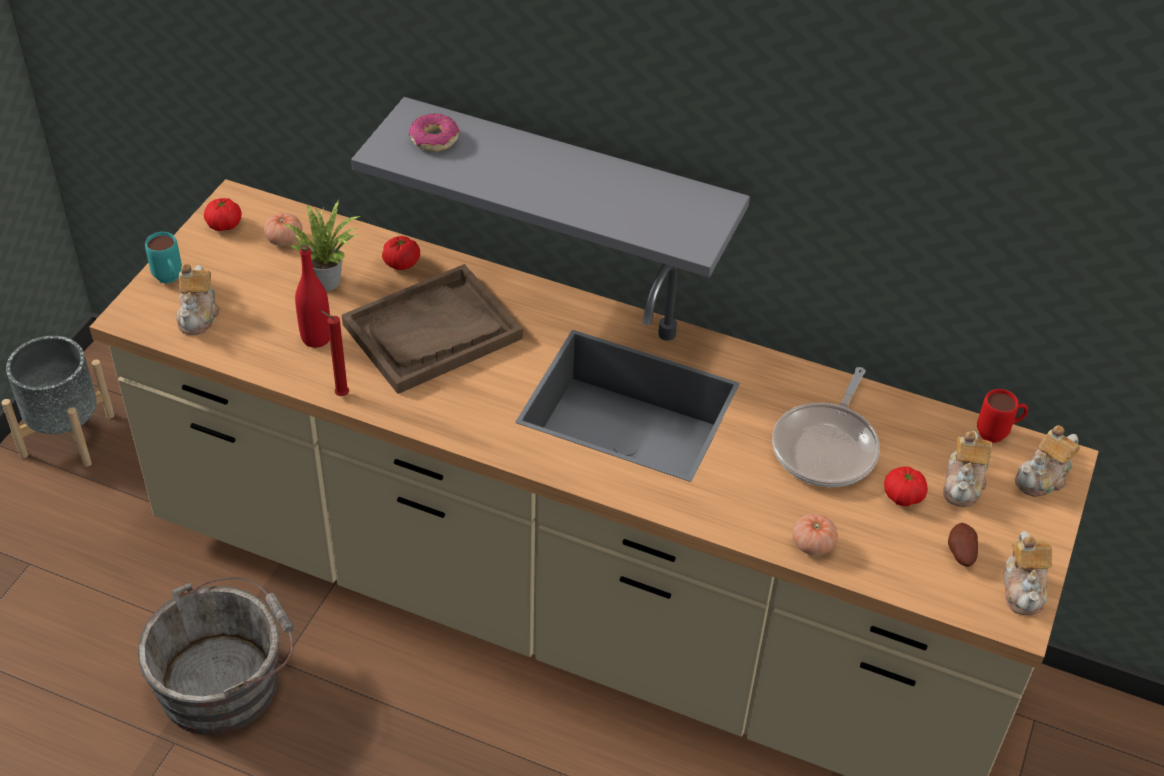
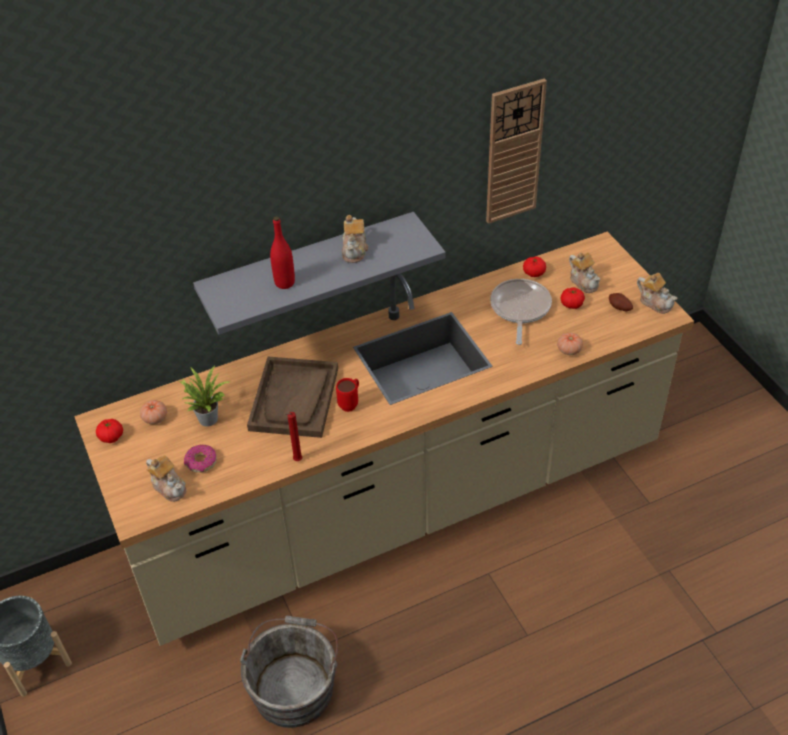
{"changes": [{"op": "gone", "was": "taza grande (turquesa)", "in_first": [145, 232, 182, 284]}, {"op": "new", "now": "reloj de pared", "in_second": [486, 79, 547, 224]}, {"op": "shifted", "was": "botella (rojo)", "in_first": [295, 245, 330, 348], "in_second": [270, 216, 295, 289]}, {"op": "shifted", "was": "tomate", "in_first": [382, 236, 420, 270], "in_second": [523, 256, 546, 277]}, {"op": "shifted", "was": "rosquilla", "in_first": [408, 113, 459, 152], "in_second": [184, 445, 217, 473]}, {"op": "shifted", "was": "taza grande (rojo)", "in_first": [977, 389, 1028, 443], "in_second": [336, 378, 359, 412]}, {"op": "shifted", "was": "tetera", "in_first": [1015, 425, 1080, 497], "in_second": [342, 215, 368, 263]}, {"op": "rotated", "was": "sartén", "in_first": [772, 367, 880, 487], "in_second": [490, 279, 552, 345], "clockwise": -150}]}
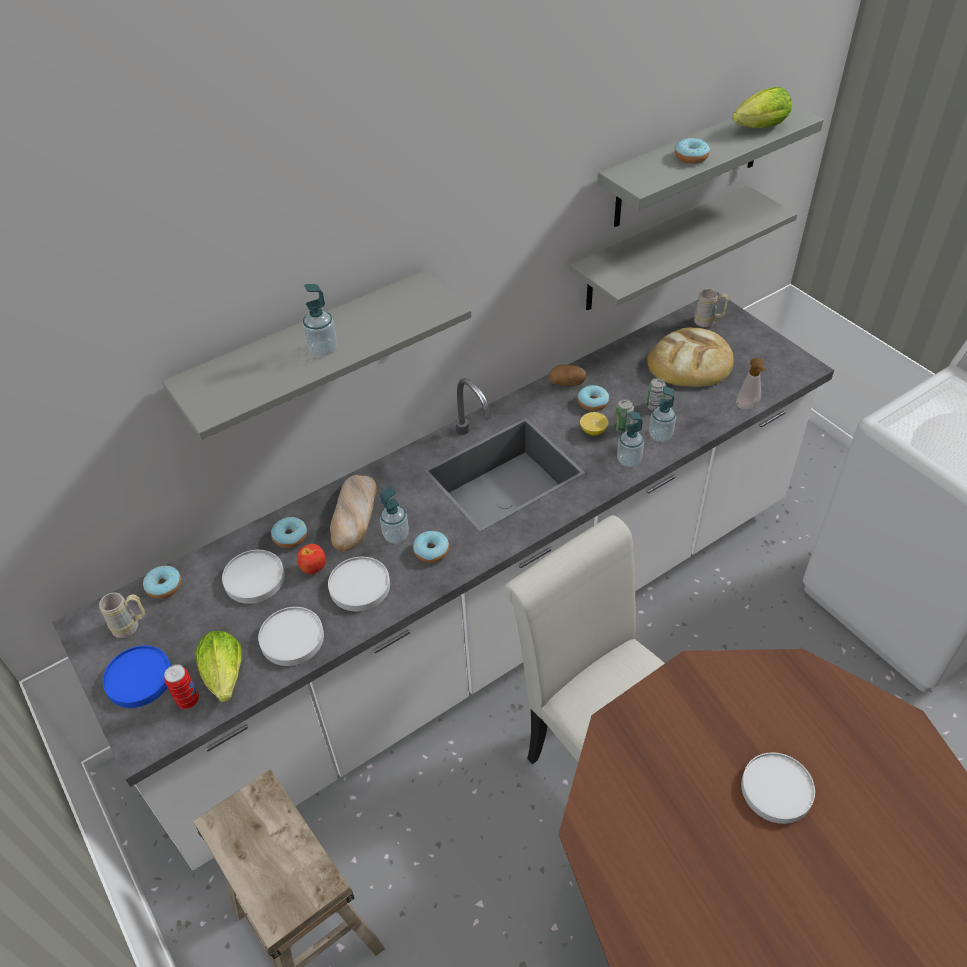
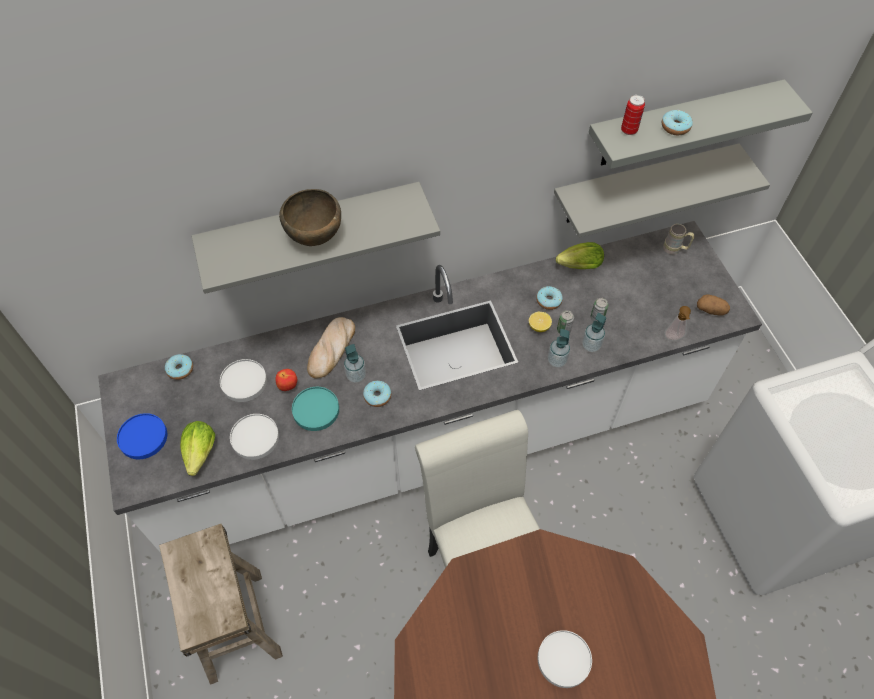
{"changes": [{"op": "gone", "was": "taza grande (beis)", "in_first": [99, 592, 145, 638]}, {"op": "gone", "was": "rosquilla", "in_first": [271, 517, 307, 548]}, {"op": "gone", "was": "pan", "in_first": [648, 327, 734, 387]}, {"op": "shifted", "was": "lata", "in_first": [164, 664, 199, 709], "in_second": [621, 95, 645, 135]}, {"op": "shifted", "was": "patata", "in_first": [549, 365, 586, 386], "in_second": [697, 294, 730, 316]}, {"op": "shifted", "was": "lechuga", "in_first": [732, 87, 792, 128], "in_second": [556, 242, 604, 269]}, {"op": "swapped", "was": "dispensador de jabón", "now": "cuenco (marrón)", "in_first": [303, 284, 337, 356], "in_second": [279, 189, 341, 246]}, {"op": "repainted", "was": "plato (blanco)", "now": "plato (turquesa)", "in_first": [328, 557, 390, 611], "in_second": [292, 387, 339, 431]}]}
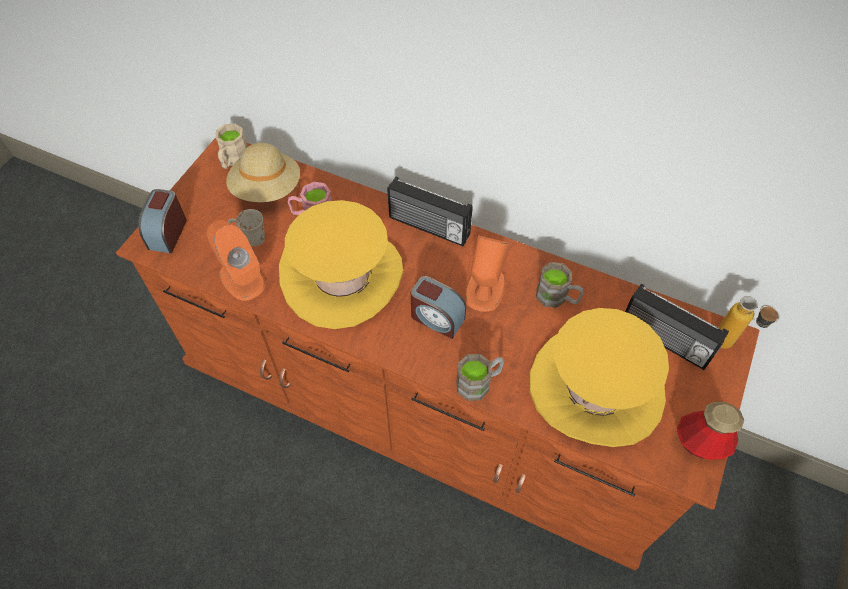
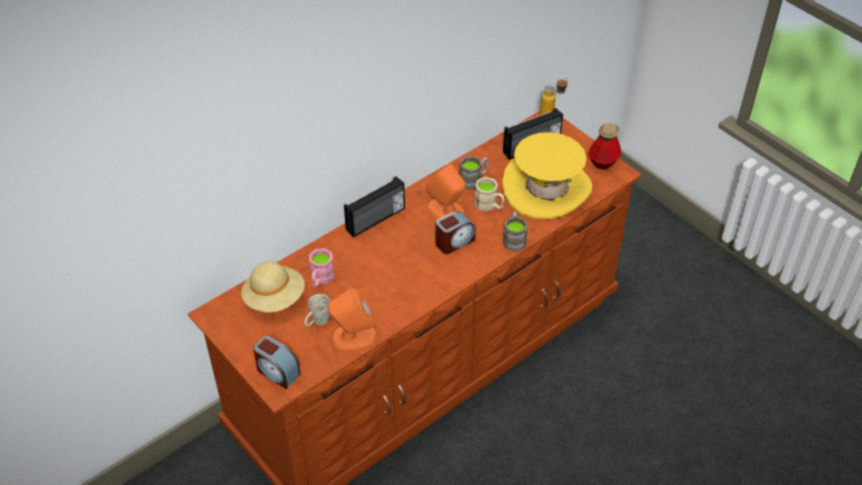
{"changes": [{"op": "gone", "was": "sombrero (amarillo)", "in_first": [279, 200, 403, 329]}, {"op": "shifted", "was": "taza grande (beis)", "in_first": [216, 123, 247, 169], "in_second": [474, 177, 504, 211]}]}
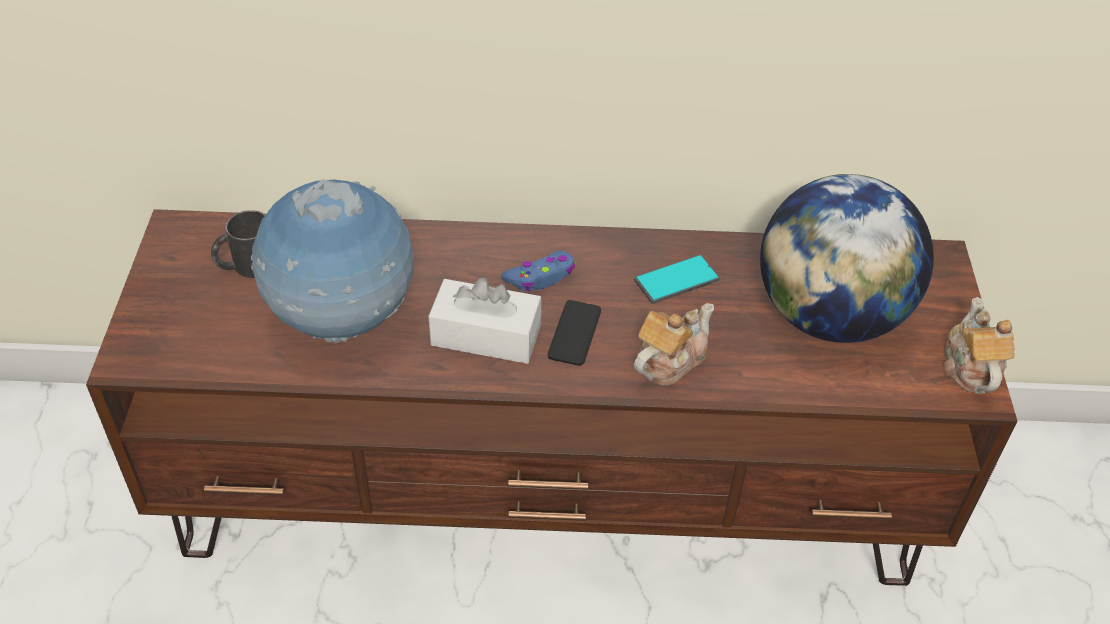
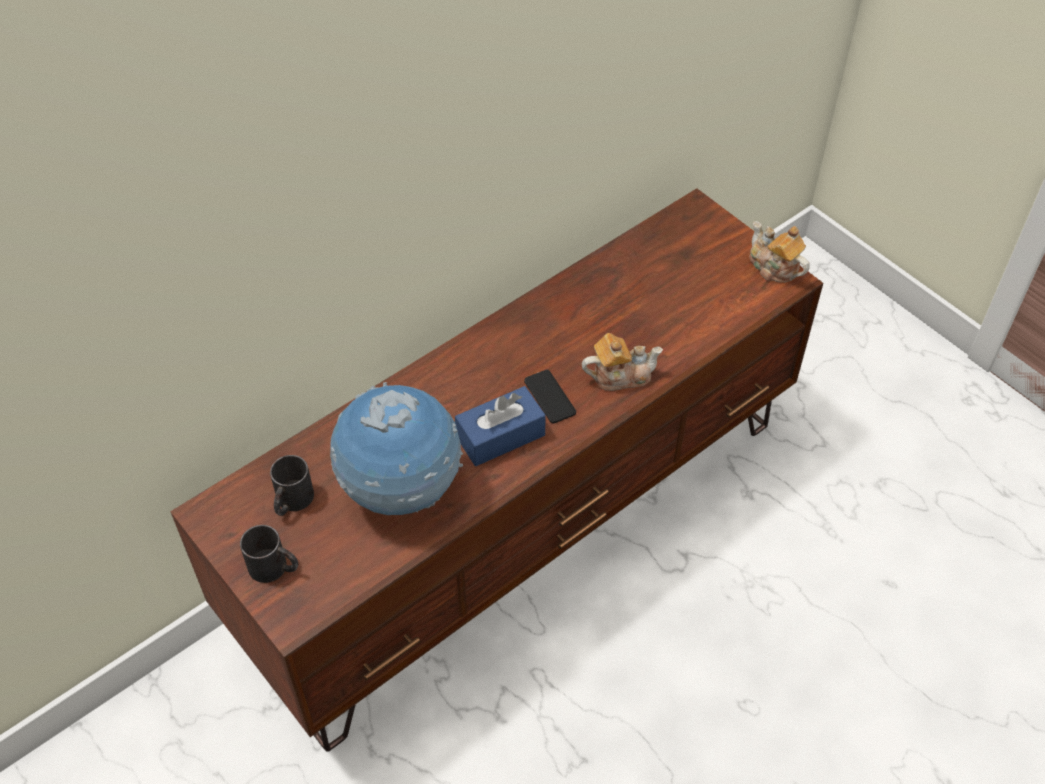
{"changes": [{"op": "gone", "was": "mando de consola (azul)", "in_first": [501, 251, 575, 291]}, {"op": "gone", "was": "móvil", "in_first": [634, 254, 720, 304]}, {"op": "gone", "was": "globo terráqueo", "in_first": [760, 174, 934, 343]}, {"op": "new", "now": "taza grande (negro)", "in_second": [240, 525, 298, 583]}, {"op": "repainted", "was": "caja de pañuelos (blanco)", "now": "caja de pañuelos (azul)", "in_first": [428, 278, 541, 364], "in_second": [455, 386, 546, 466]}, {"op": "rotated", "was": "tetera", "in_first": [634, 303, 714, 386], "in_second": [582, 333, 663, 391], "clockwise": 75}]}
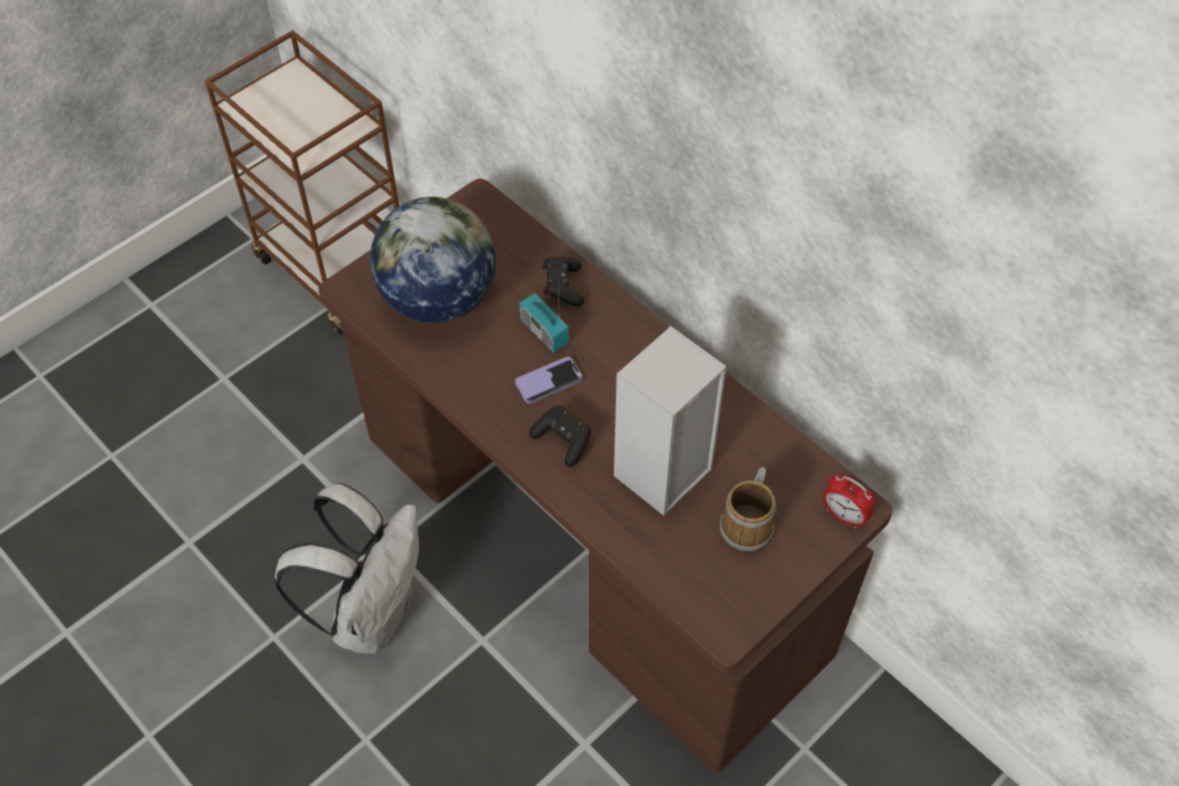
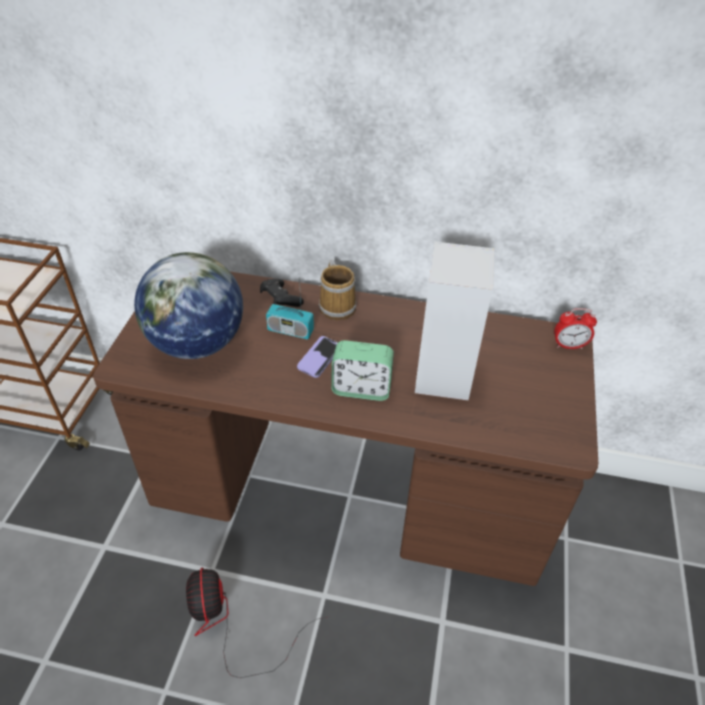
{"changes": [{"op": "shifted", "was": "taza grande", "in_first": [720, 467, 776, 554], "in_second": [319, 260, 357, 320]}, {"op": "swapped", "was": "mochila (blanco)", "now": "ventilador", "in_first": [275, 483, 419, 654], "in_second": [186, 568, 330, 678]}, {"op": "swapped", "was": "mando de consola (negro)", "now": "despertador", "in_first": [529, 406, 591, 467], "in_second": [332, 340, 394, 401]}]}
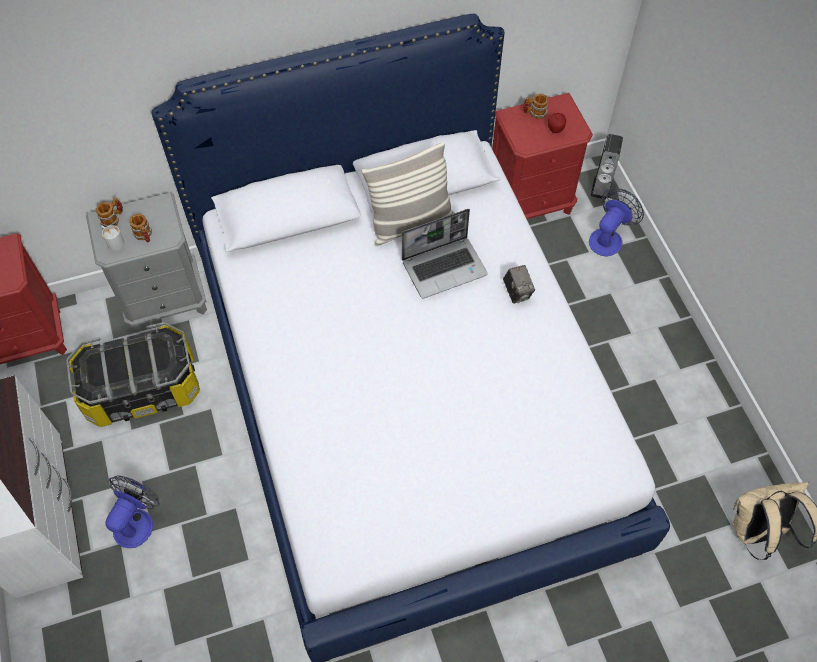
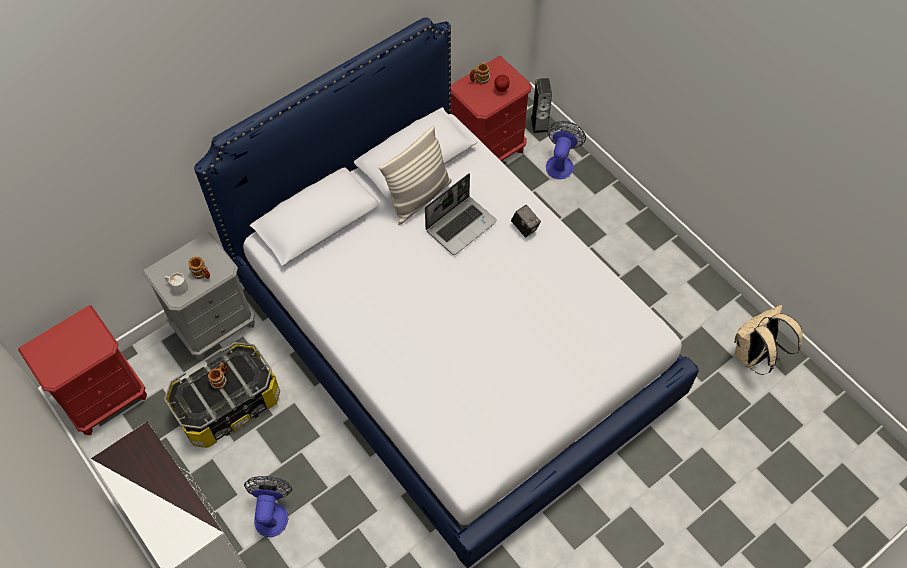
{"changes": [{"op": "shifted", "was": "taza grande", "in_first": [96, 197, 123, 227], "in_second": [208, 362, 227, 389]}]}
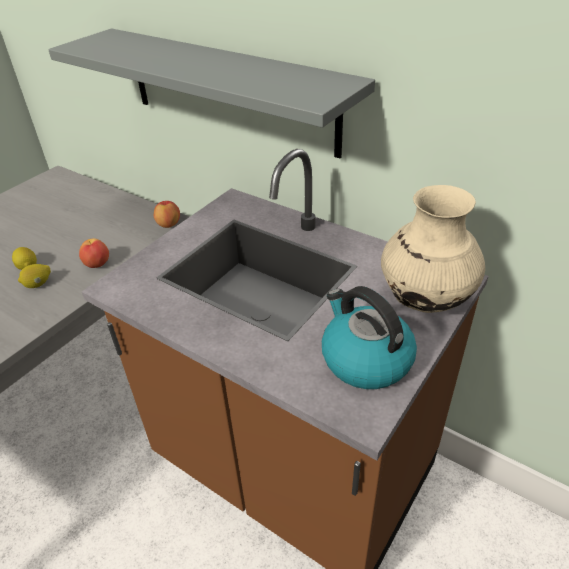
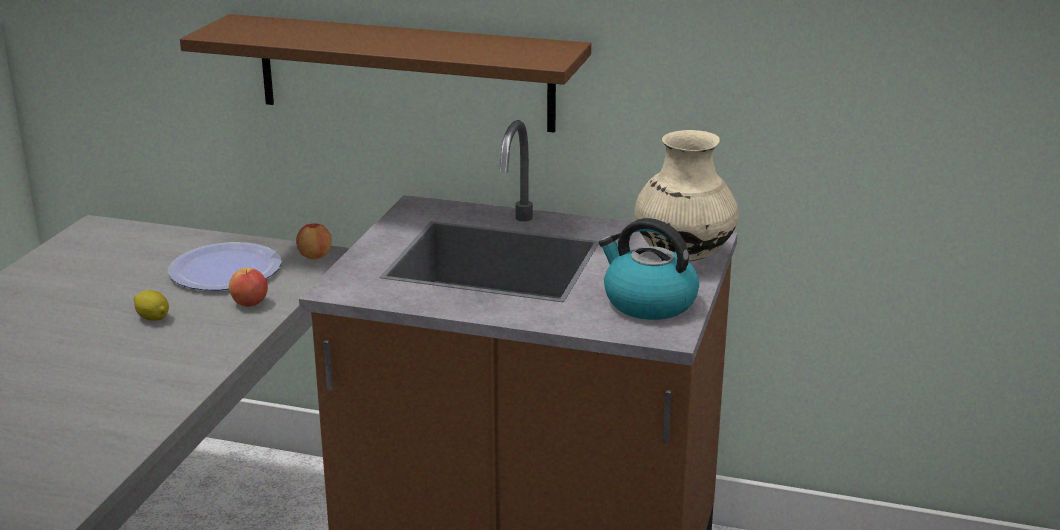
{"changes": [{"op": "gone", "was": "limón", "in_first": [18, 264, 51, 288]}, {"op": "new", "now": "plato", "in_second": [168, 242, 281, 290]}, {"op": "repainted", "was": "estante (gris)", "now": "estante (marrón)", "in_first": [48, 28, 375, 158], "in_second": [180, 14, 591, 133]}]}
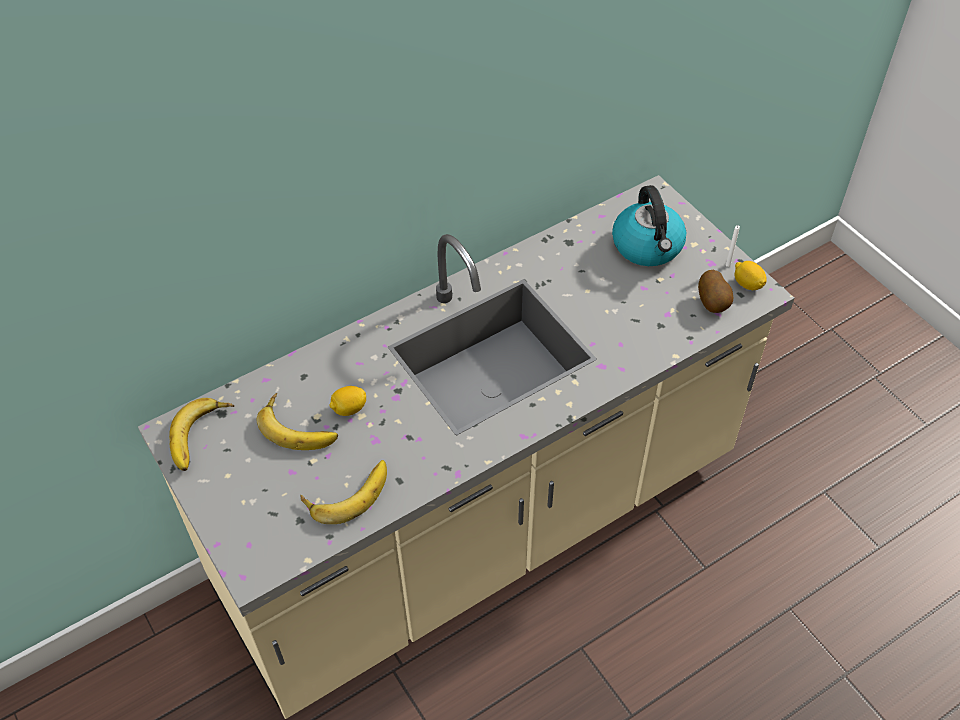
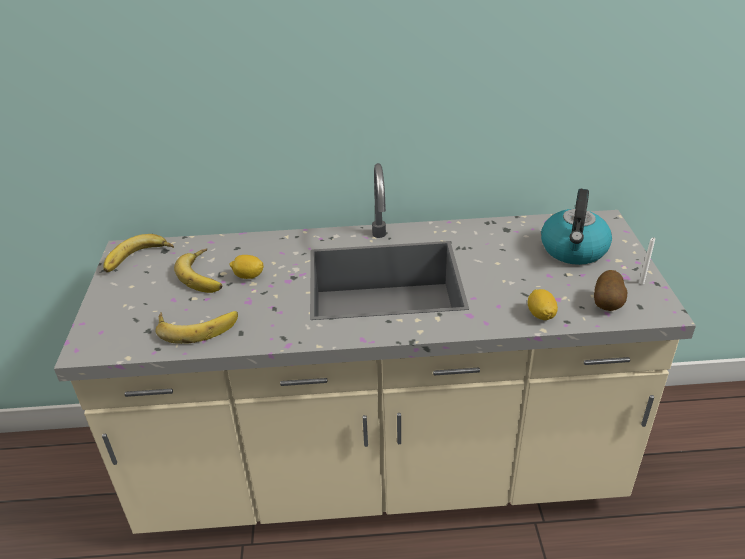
{"changes": [{"op": "shifted", "was": "limón", "in_first": [735, 261, 766, 290], "in_second": [528, 289, 558, 320]}]}
